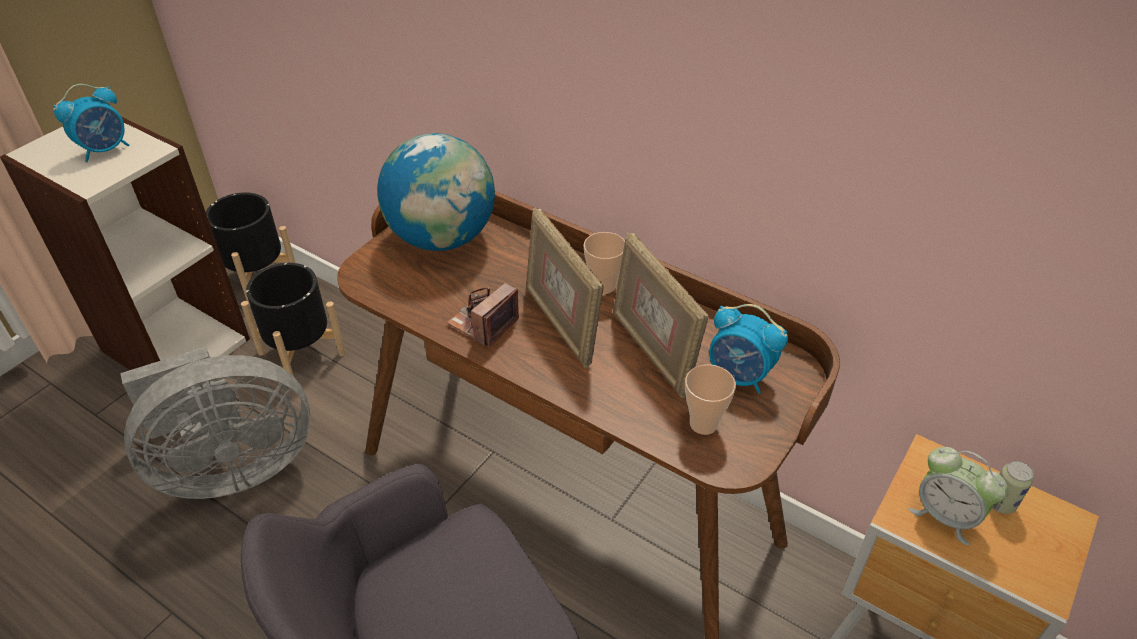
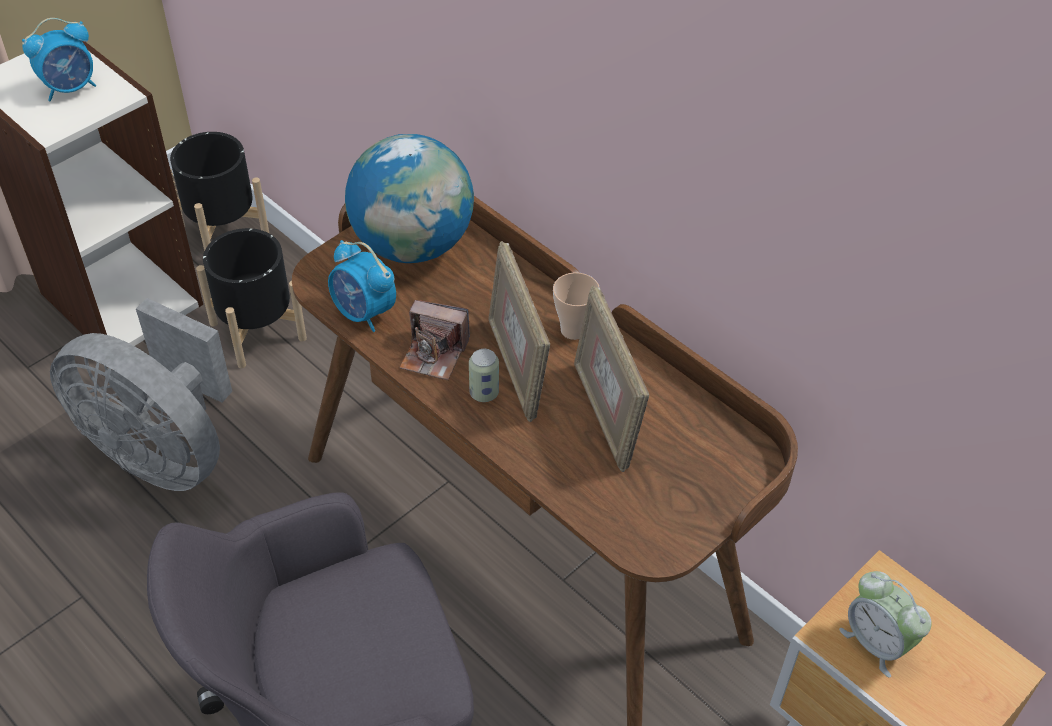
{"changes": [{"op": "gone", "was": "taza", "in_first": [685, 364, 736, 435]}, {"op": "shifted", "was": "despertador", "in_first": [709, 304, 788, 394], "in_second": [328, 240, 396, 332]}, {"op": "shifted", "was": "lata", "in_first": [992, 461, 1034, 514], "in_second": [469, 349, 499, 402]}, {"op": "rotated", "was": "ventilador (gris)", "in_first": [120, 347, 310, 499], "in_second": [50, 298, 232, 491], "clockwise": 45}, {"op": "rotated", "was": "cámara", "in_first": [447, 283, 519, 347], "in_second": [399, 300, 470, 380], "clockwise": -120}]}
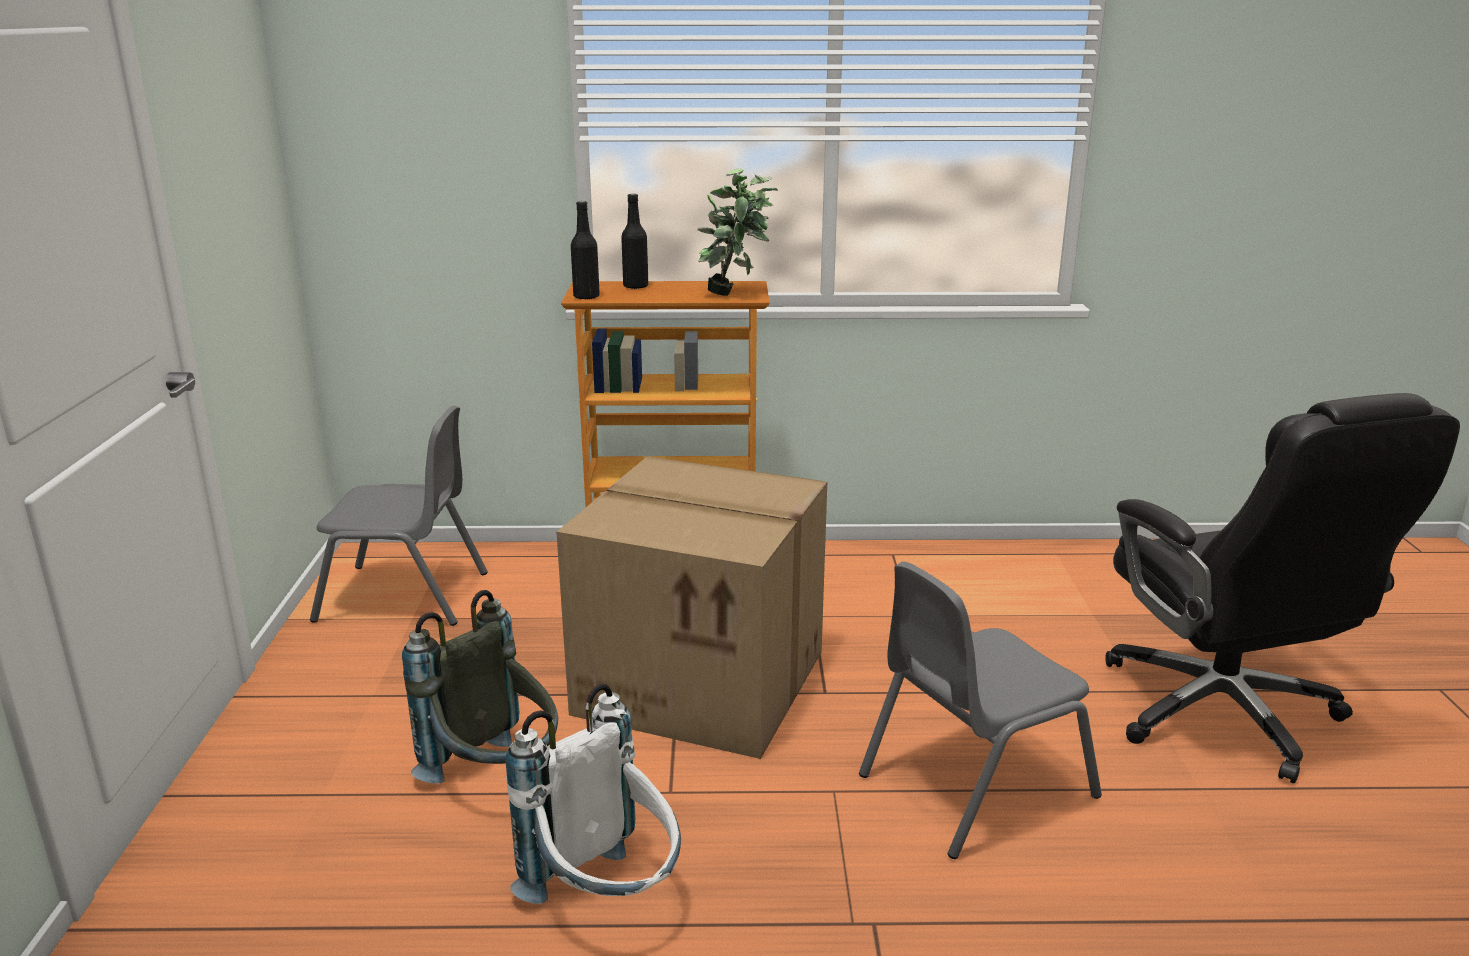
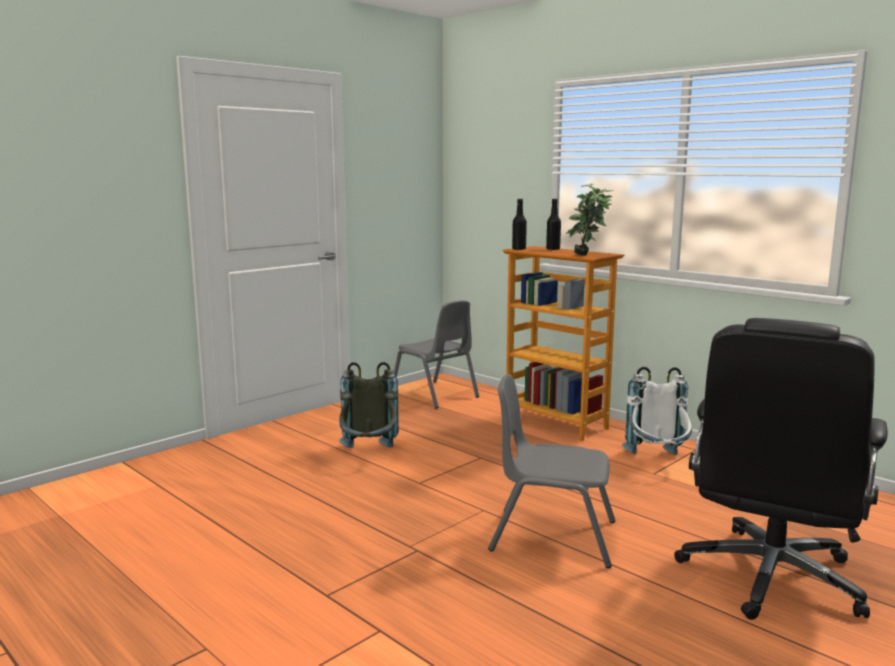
{"changes": [{"op": "gone", "was": "caja de cartón", "in_first": [557, 456, 827, 759]}, {"op": "shifted", "was": "mochila (blanco)", "in_first": [505, 684, 681, 904], "in_second": [622, 367, 692, 455]}]}
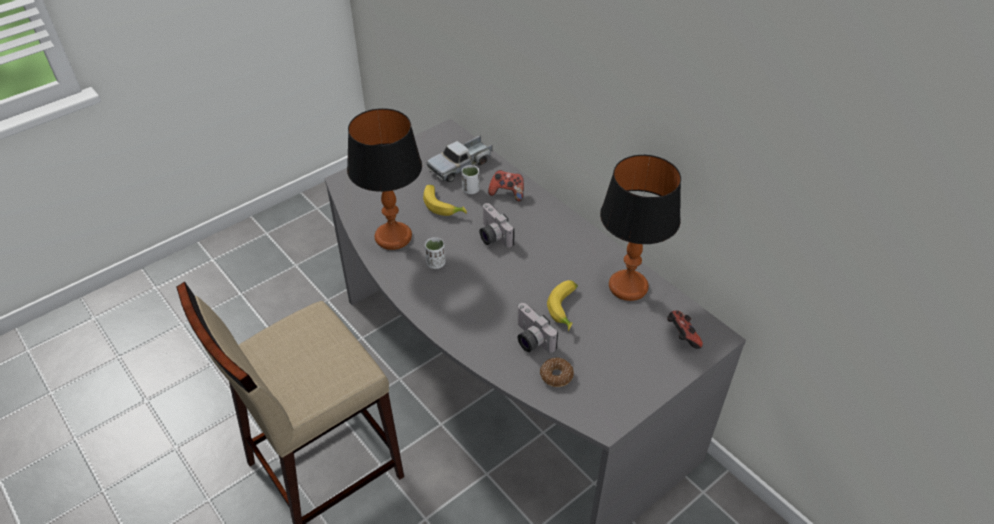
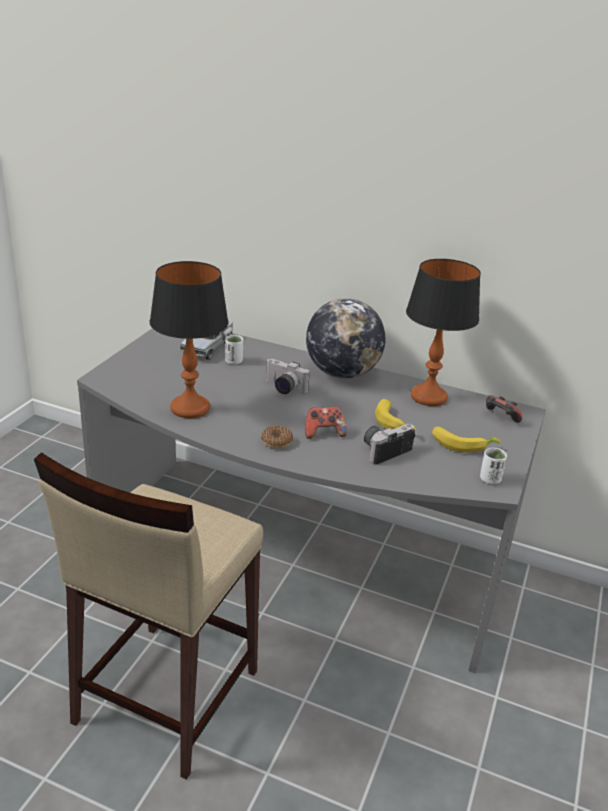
{"changes": [{"op": "new", "now": "globo terráqueo", "in_second": [306, 298, 386, 378]}, {"op": "shifted", "was": "plátano", "in_first": [423, 185, 467, 216], "in_second": [432, 426, 501, 453]}, {"op": "shifted", "was": "taza (blanco)", "in_first": [425, 237, 445, 269], "in_second": [480, 448, 507, 484]}, {"op": "shifted", "was": "mando de consola", "in_first": [488, 170, 524, 201], "in_second": [305, 406, 347, 439]}, {"op": "shifted", "was": "rosquilla", "in_first": [540, 358, 574, 387], "in_second": [261, 426, 293, 449]}, {"op": "rotated", "was": "cámara", "in_first": [517, 303, 558, 353], "in_second": [364, 424, 415, 465], "clockwise": 120}]}
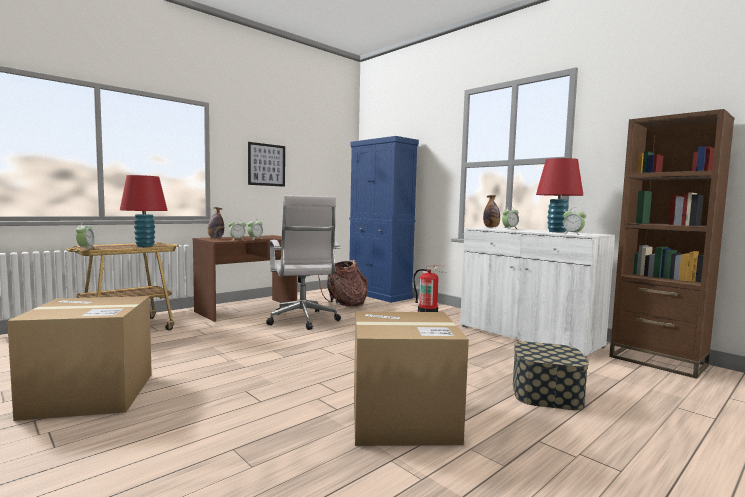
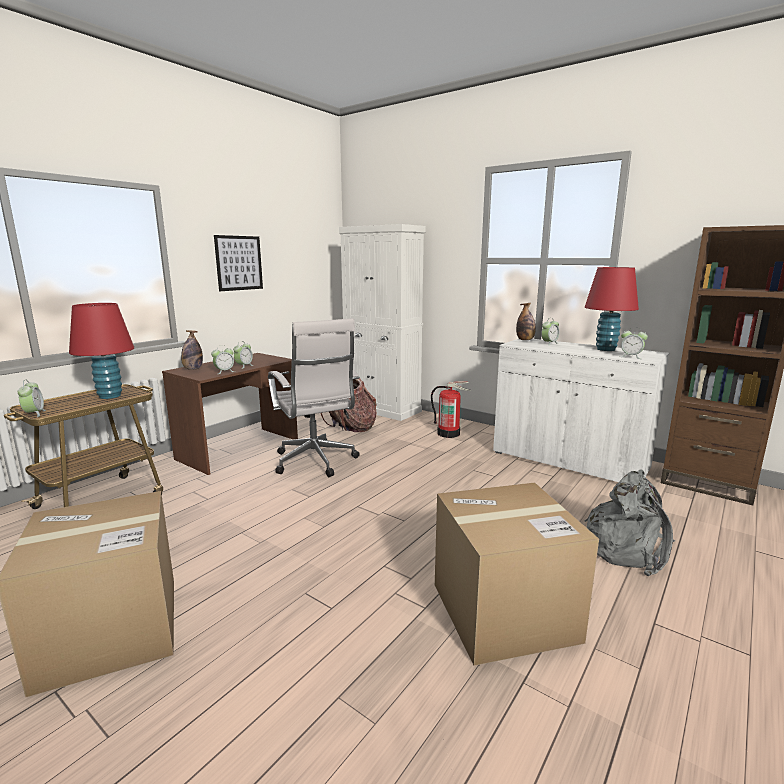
{"changes": [{"op": "swapped", "was": "caja de almacenaje", "now": "mochila (gris)", "in_first": [513, 342, 589, 410], "in_second": [585, 470, 676, 576]}, {"op": "repainted", "was": "armario (azul)", "now": "armario (blanco)", "in_first": [349, 136, 419, 303], "in_second": [339, 224, 426, 421]}]}
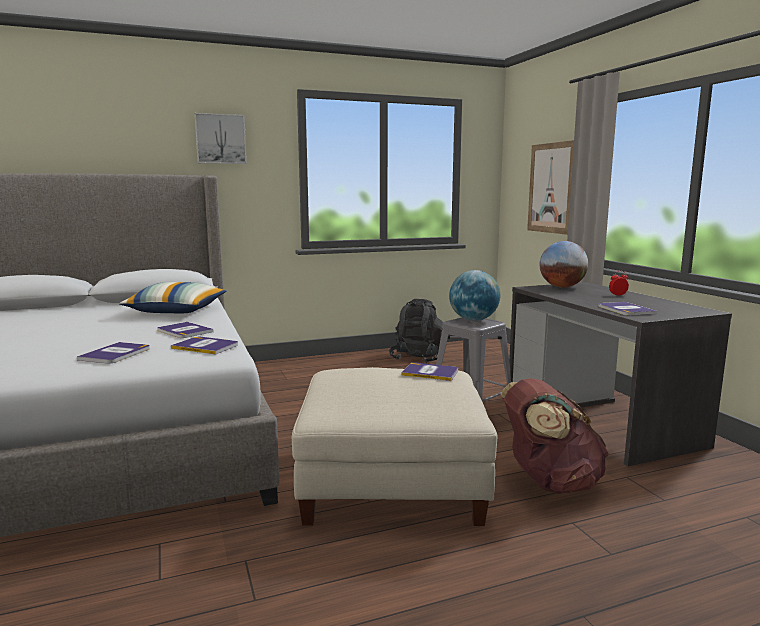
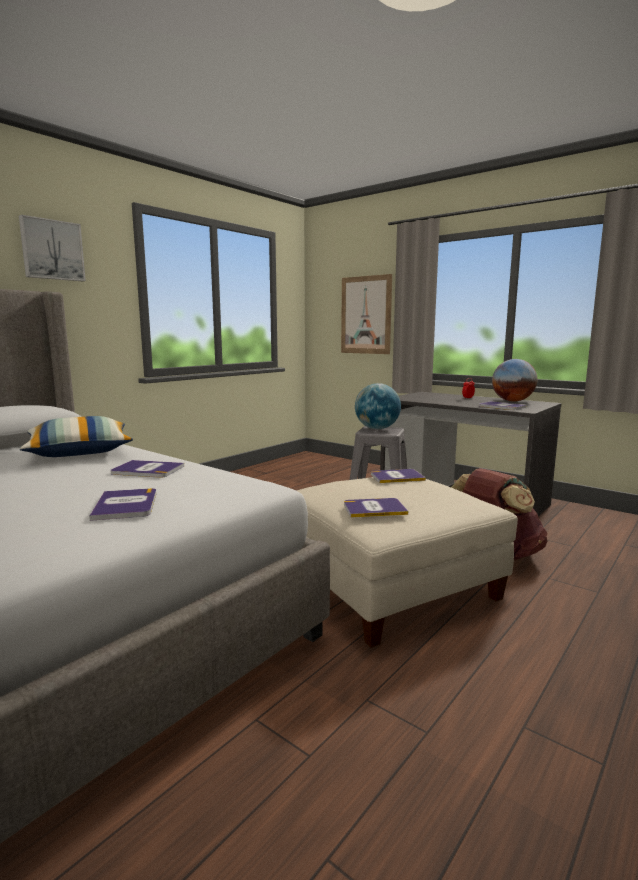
{"changes": [{"op": "gone", "was": "mochila (negro)", "in_first": [389, 299, 443, 363]}, {"op": "shifted", "was": "libro", "in_first": [171, 337, 238, 354], "in_second": [344, 498, 408, 518]}, {"op": "shifted", "was": "globo terráqueo", "in_first": [540, 241, 588, 288], "in_second": [492, 359, 537, 402]}]}
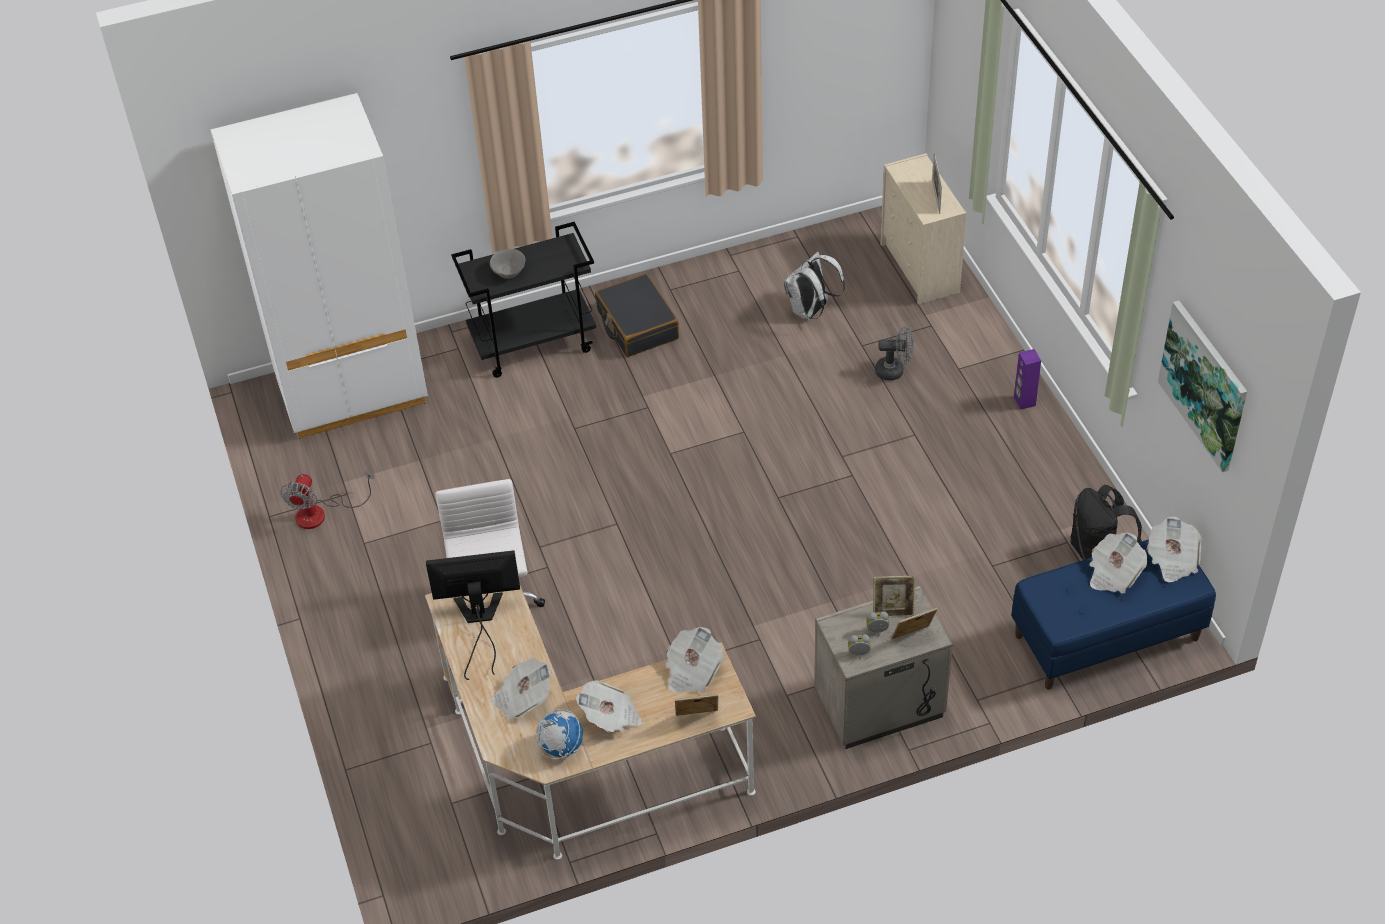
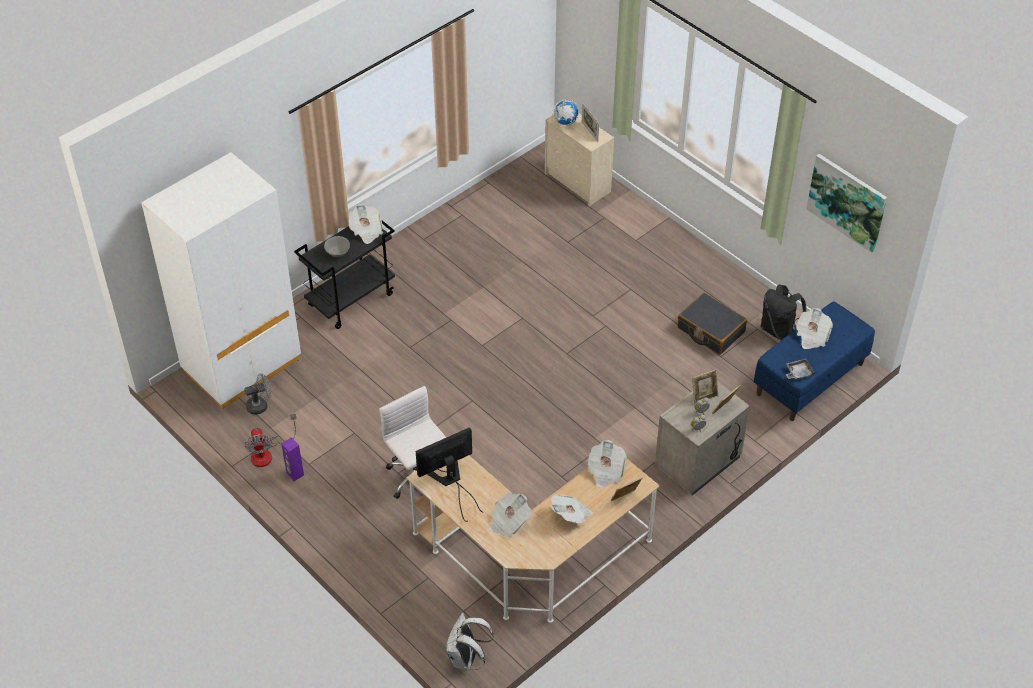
{"changes": [{"op": "new", "now": "bandeja (gris)", "in_second": [786, 359, 816, 380]}, {"op": "shifted", "was": "globo terráqueo", "in_first": [536, 709, 583, 759], "in_second": [552, 99, 579, 125]}, {"op": "shifted", "was": "maleta (negro)", "in_first": [595, 274, 679, 357], "in_second": [678, 293, 747, 355]}, {"op": "shifted", "was": "mochila (blanco)", "in_first": [784, 252, 845, 320], "in_second": [446, 613, 493, 670]}, {"op": "shifted", "was": "ventilador (gris)", "in_first": [875, 327, 914, 381], "in_second": [244, 373, 271, 415]}, {"op": "shifted", "was": "altavoz (morado)", "in_first": [1014, 349, 1041, 410], "in_second": [281, 437, 304, 481]}, {"op": "shifted", "was": "periódico", "in_first": [1147, 516, 1202, 583], "in_second": [349, 204, 383, 244]}]}
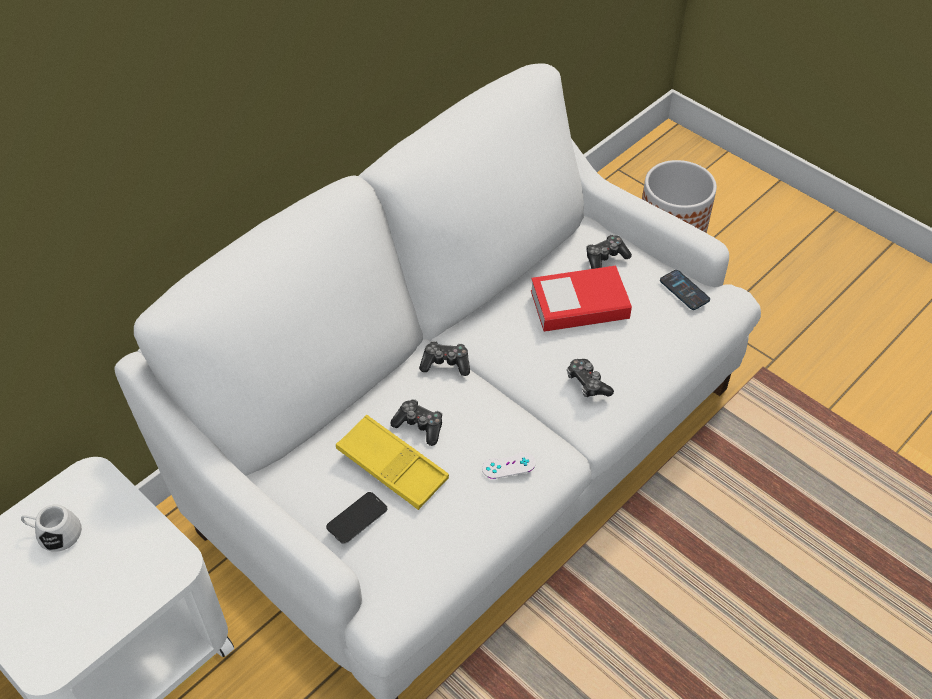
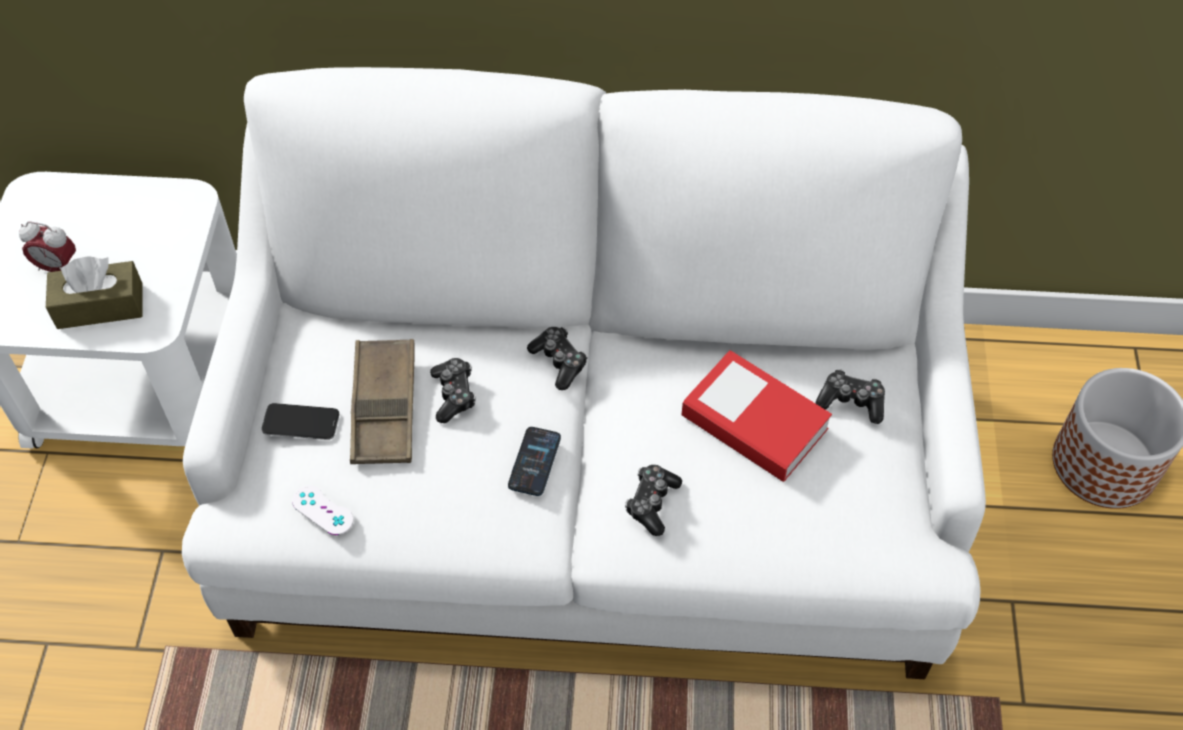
{"changes": [{"op": "gone", "was": "taza grande (blanco)", "in_first": [21, 505, 82, 551]}, {"op": "new", "now": "despertador", "in_second": [19, 222, 76, 272]}, {"op": "new", "now": "caja de pañuelos (marrón)", "in_second": [46, 257, 143, 329]}, {"op": "shifted", "was": "mando de consola (blanco)", "in_first": [482, 452, 536, 479], "in_second": [292, 485, 354, 535]}, {"op": "shifted", "was": "móvil", "in_first": [660, 270, 710, 310], "in_second": [508, 427, 561, 496]}, {"op": "repainted", "was": "bandeja (amarillo)", "now": "bandeja (marrón)", "in_first": [336, 415, 449, 510], "in_second": [350, 339, 415, 464]}]}
